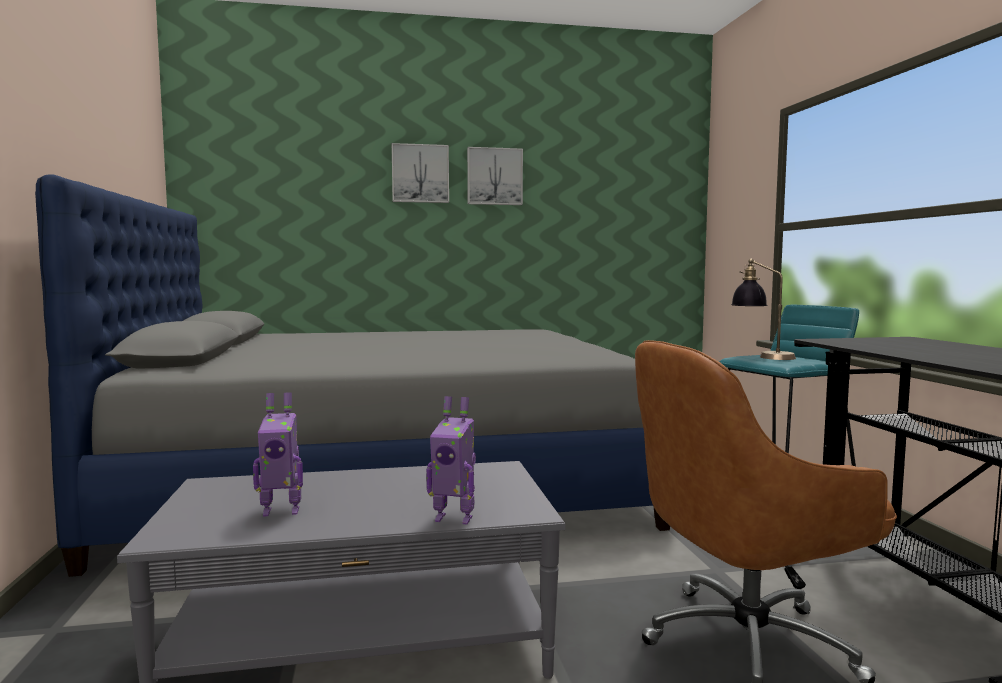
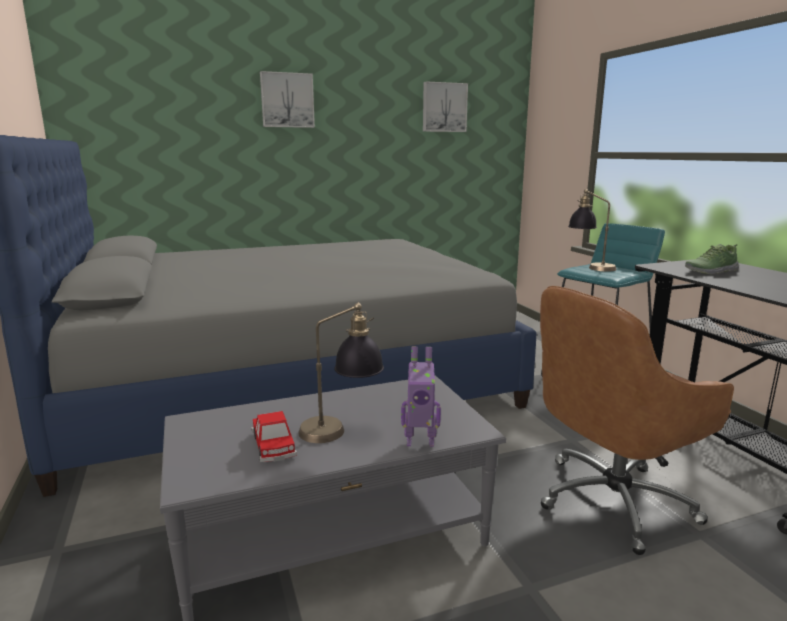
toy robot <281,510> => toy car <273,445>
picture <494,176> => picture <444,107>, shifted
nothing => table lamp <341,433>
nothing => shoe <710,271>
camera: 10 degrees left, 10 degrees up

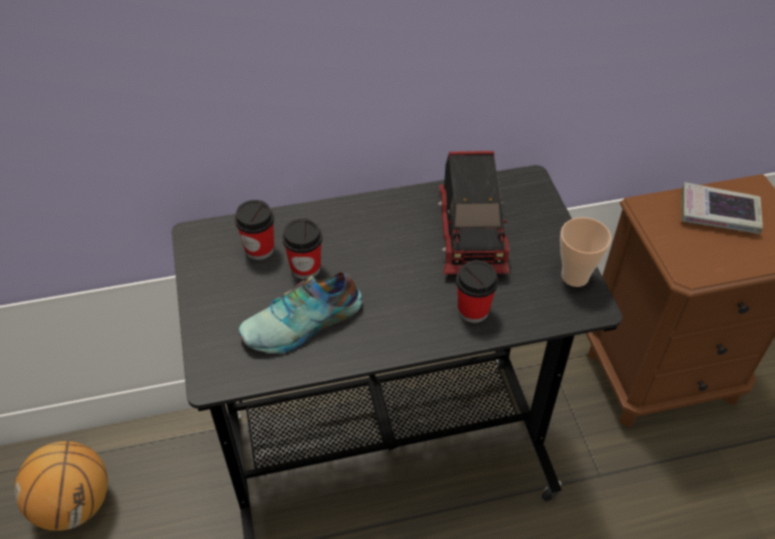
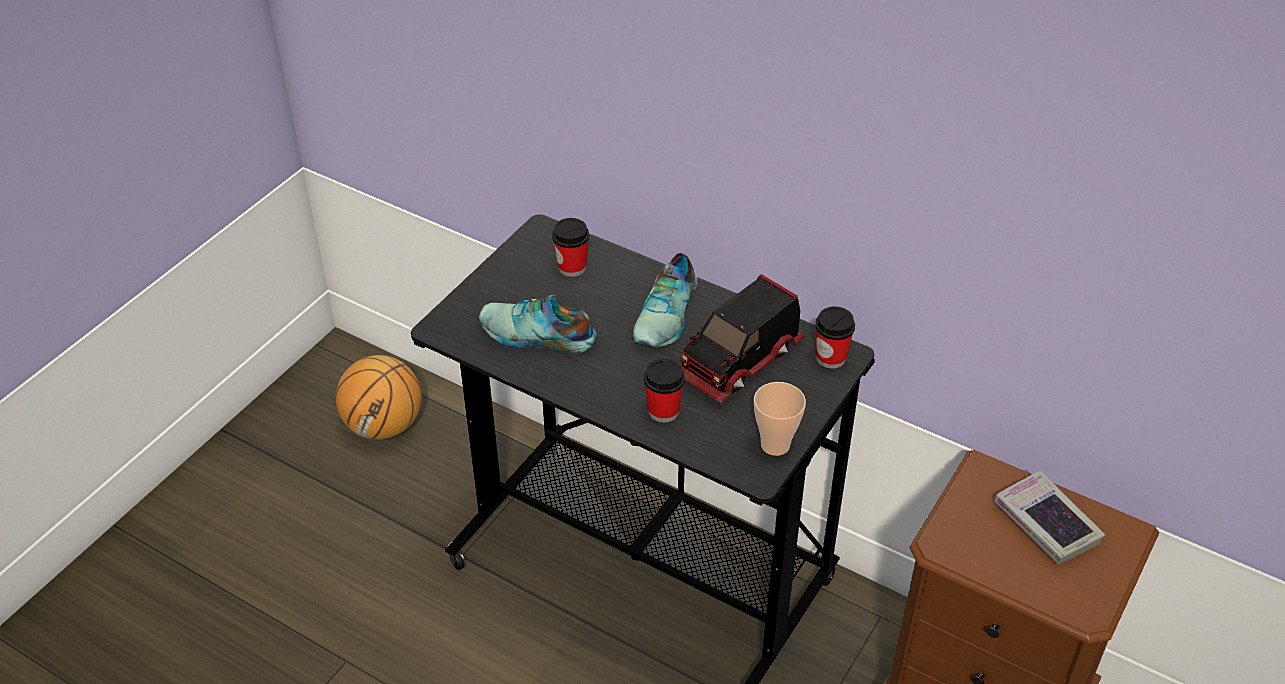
cup <305,268> => cup <830,358>, shifted
nothing => shoe <668,315>
camera: 45 degrees right, 5 degrees down

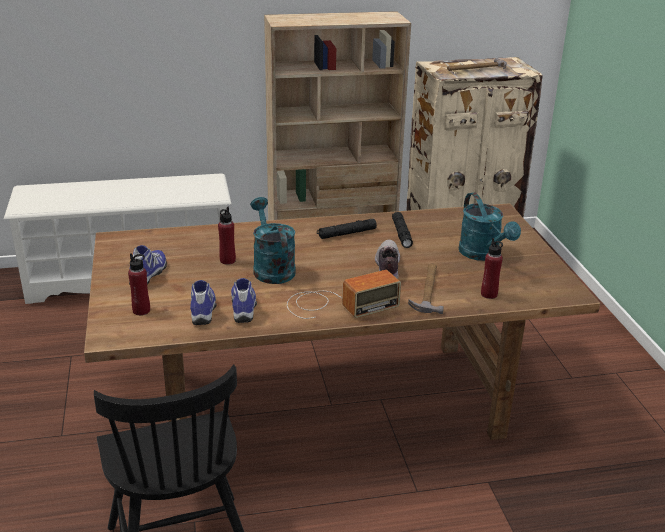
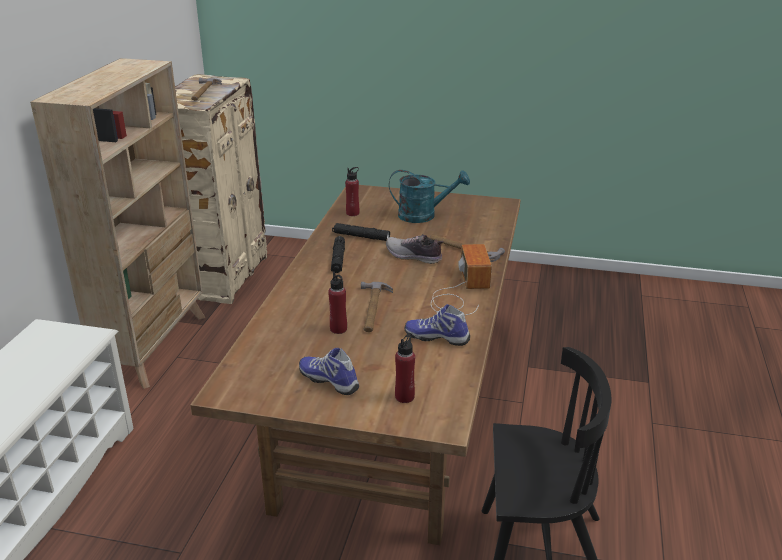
shoe <203,310> => nothing
turquoise watering can <271,268> => hammer <373,309>
red bottle <489,294> => red bottle <352,213>, shifted
camera: 65 degrees left, 0 degrees up

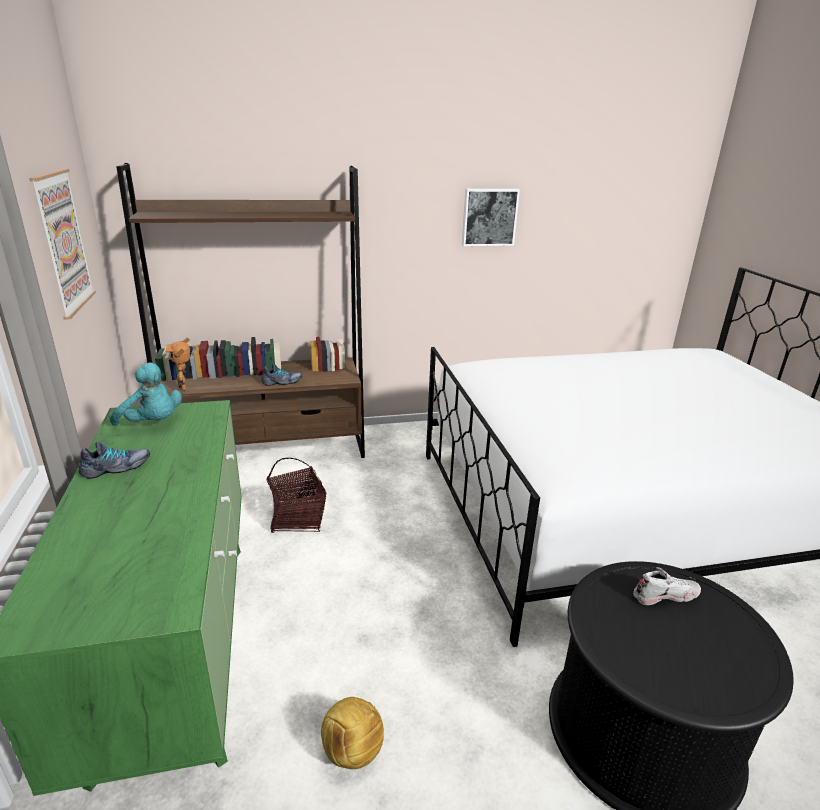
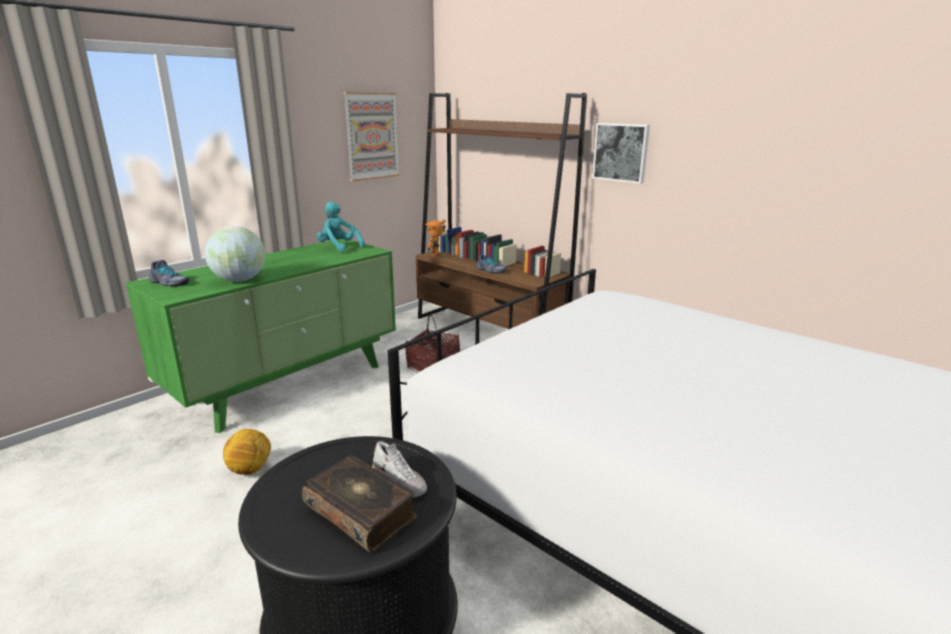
shoe <116,468> => shoe <169,283>, shifted
turquoise plush toy <153,423> => turquoise plush toy <339,247>, 135 degrees clockwise
picture <489,217> => picture <621,152>, shifted
nothing => globe <239,280>
nothing => book <361,511>
camera: 55 degrees right, 5 degrees down

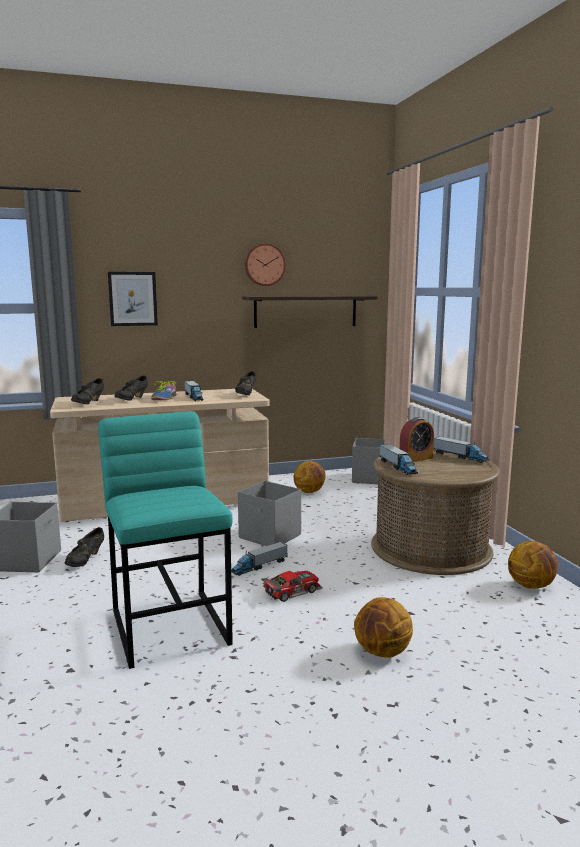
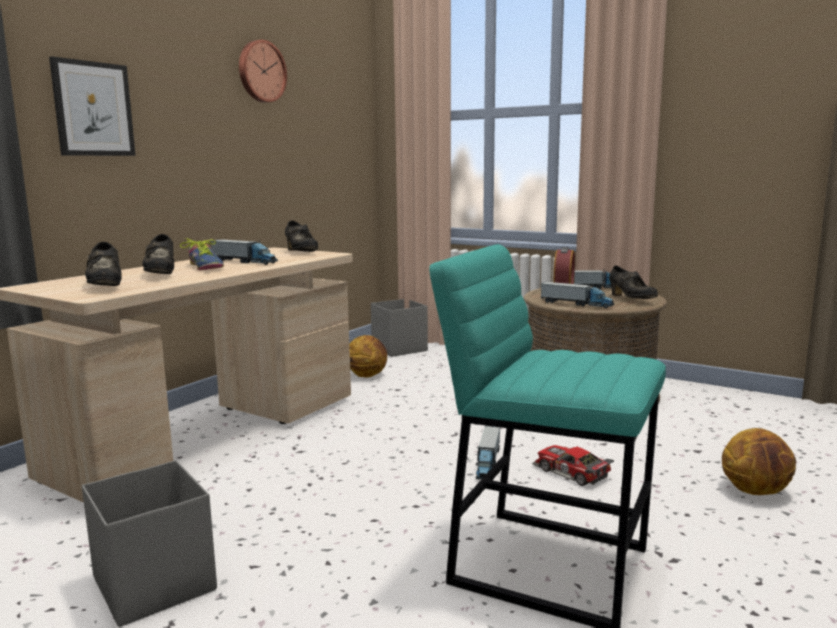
black shoe <85,561> => black shoe <631,299>, shifted
grey storage box <270,536> => nothing
shelf <305,311> => nothing
toy car <291,590> => toy car <570,473>, 60 degrees counterclockwise
basketball <531,585> => nothing
camera: 40 degrees left, 0 degrees up

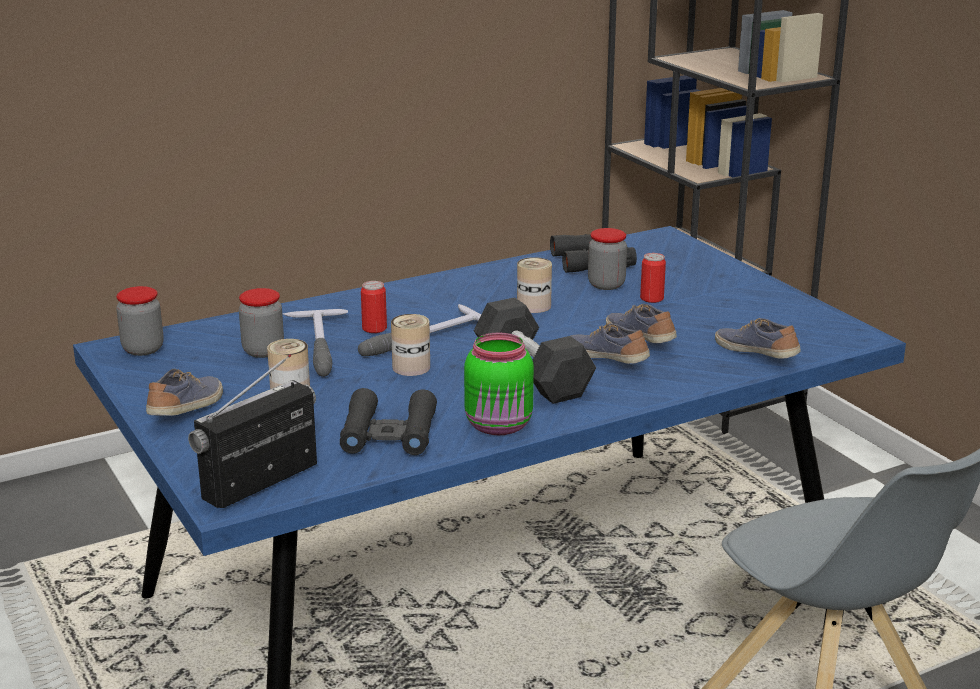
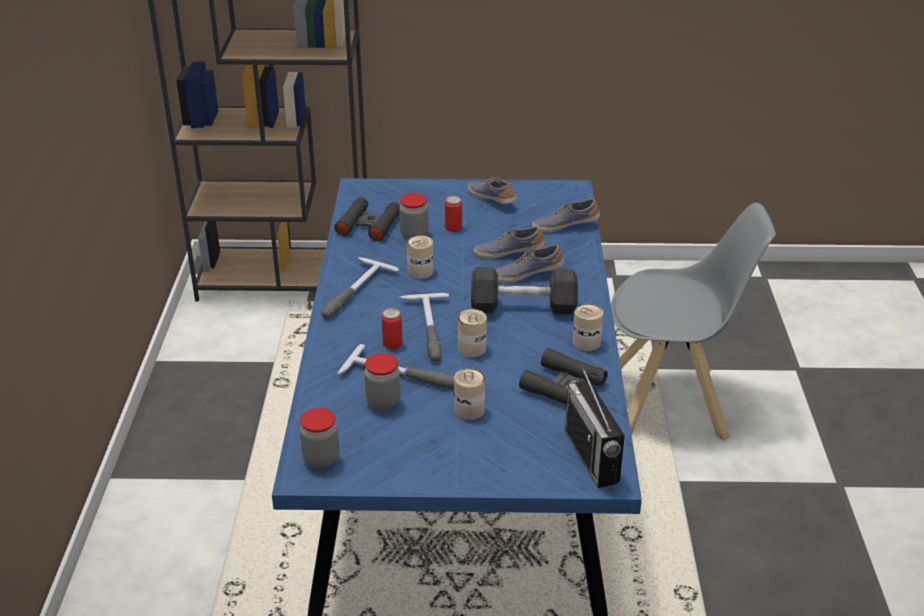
shoe <188,409> => shoe <492,199>, shifted
green jar <500,426> => can <586,342>
nothing => hammer <352,293>
camera: 60 degrees left, 10 degrees up

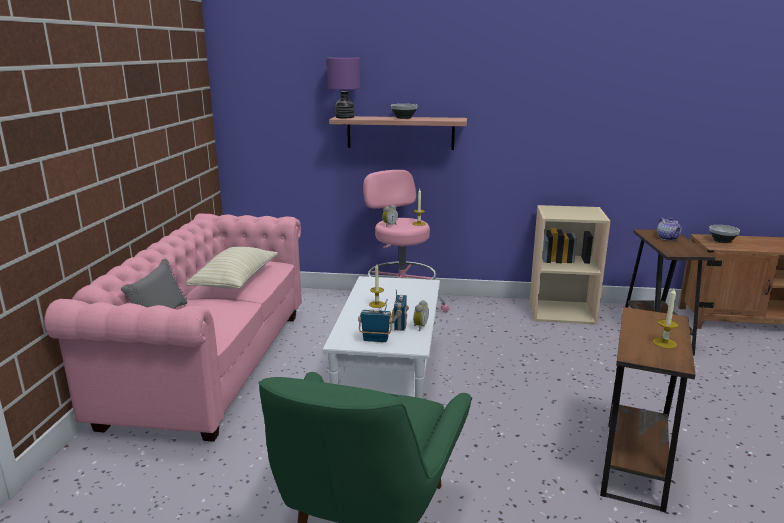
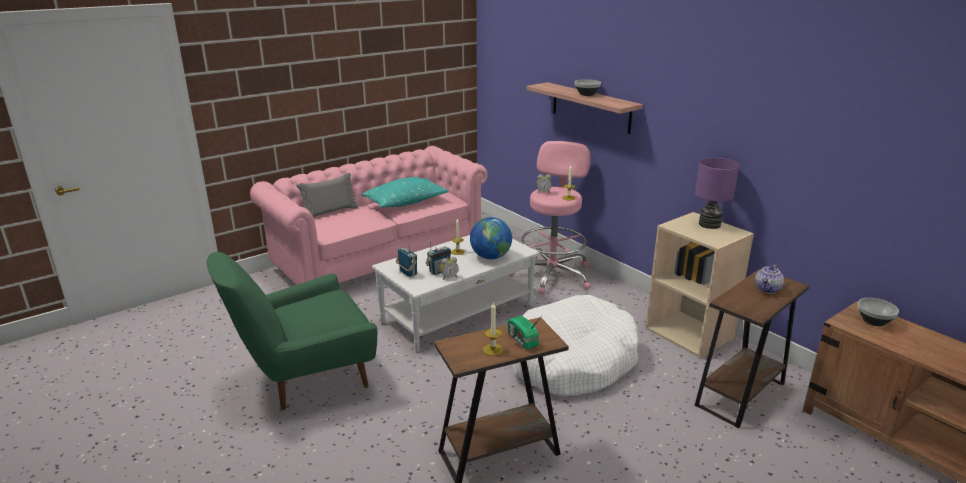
beige pillow <236,281> => turquoise pillow <406,203>
purple table lamp <344,117> => purple table lamp <709,224>, shifted
nothing => globe <490,257>
nothing => radio <522,340>
nothing => white dog bed <572,361>
camera: 45 degrees right, 5 degrees up

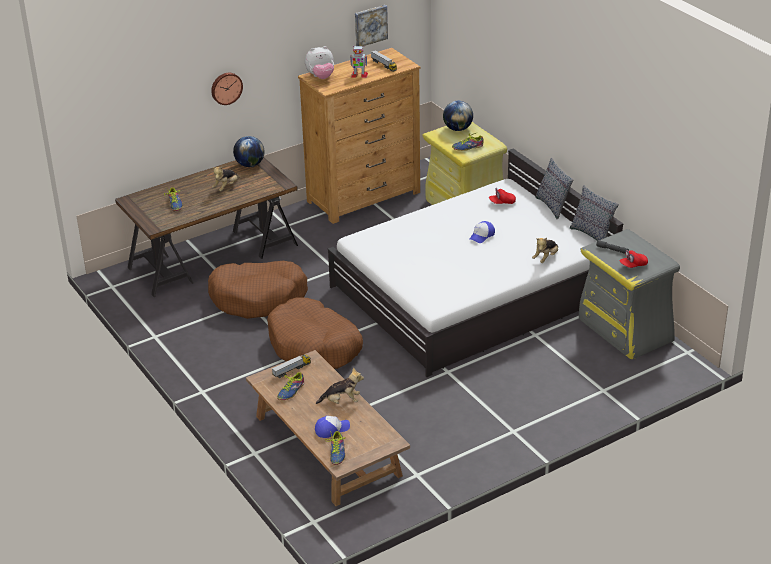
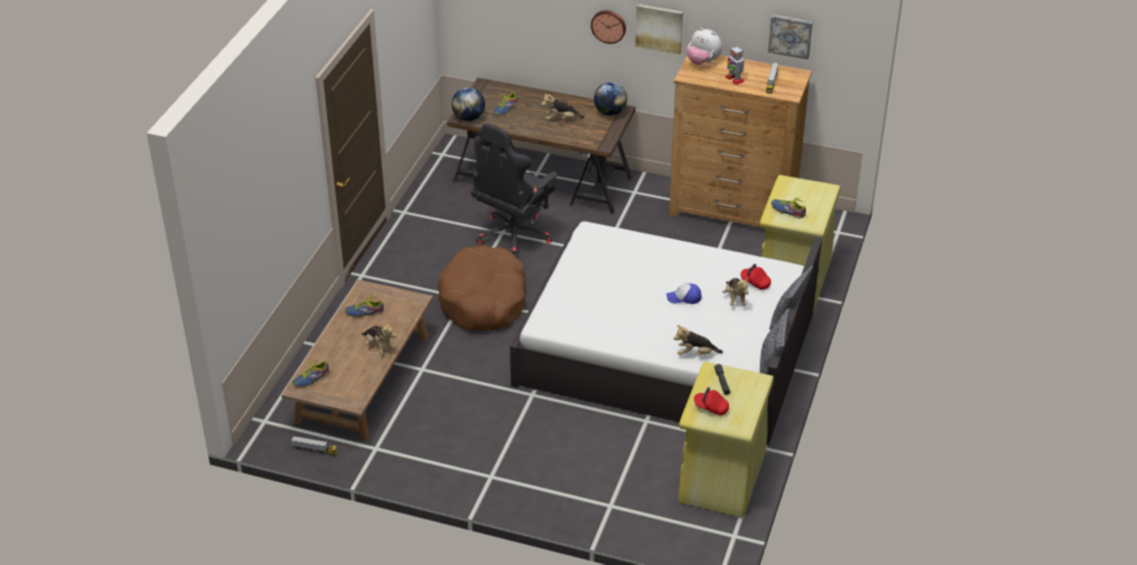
brown dog bed <259,298> => black office chair <514,235>
toy truck <291,370> => toy truck <314,450>, shifted
cap <331,429> => nothing
globe <457,129> => globe <469,118>, shifted
grey nightstand <625,330> => yellow nightstand <721,476>
nothing => picture <659,28>
nothing => plush toy <734,299>
camera: 50 degrees right, 5 degrees up

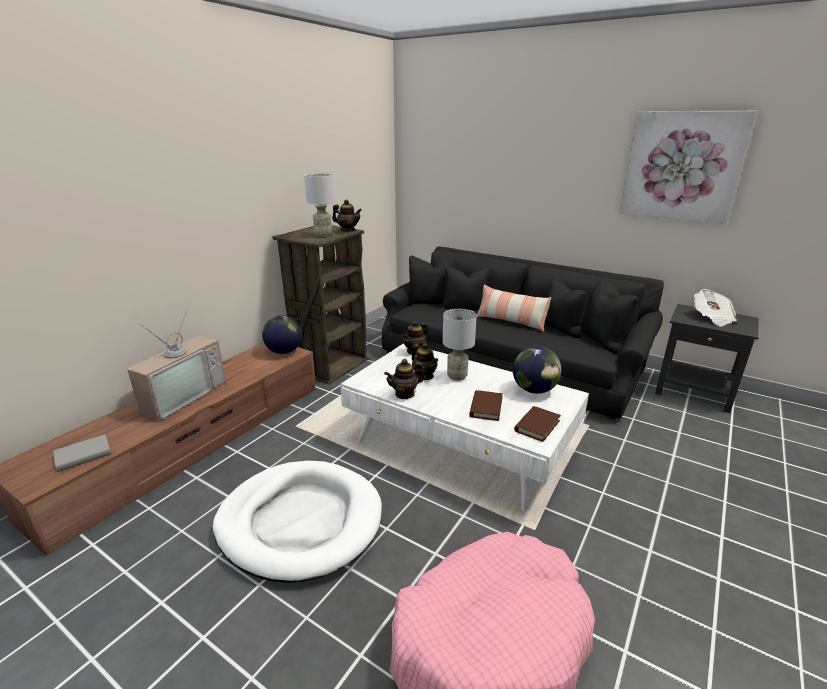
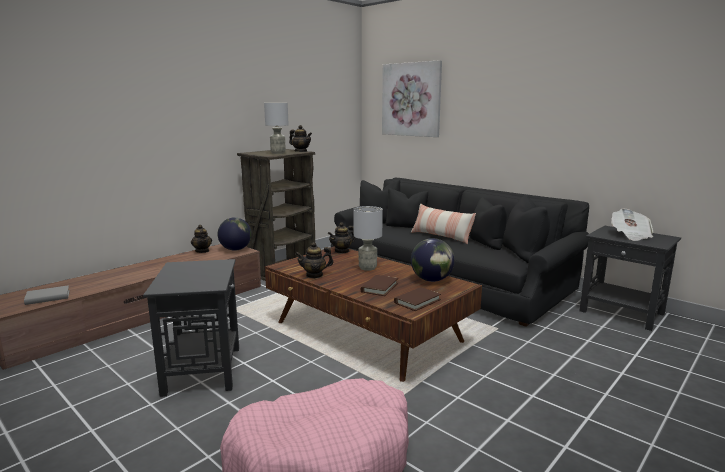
television <182,395> => nothing
white dog bed <300,522> => black side table <203,369>
white coffee table <459,445> => brown coffee table <366,332>
teapot <424,376> => teapot <202,251>, shifted
picture <682,166> => picture <411,99>, shifted
camera: 10 degrees right, 10 degrees down

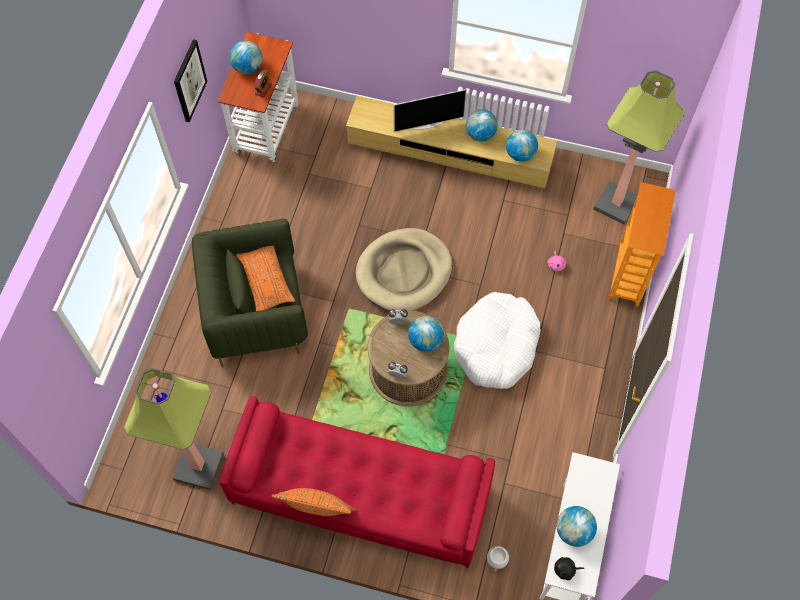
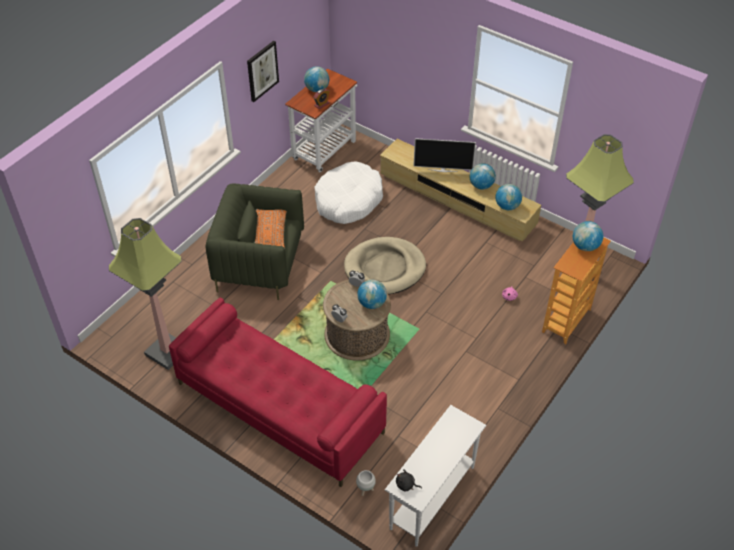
orange pillow <315,507> => nothing
white dog bed <496,346> => white dog bed <348,200>, shifted
globe <573,531> => globe <585,246>, shifted
camera: 20 degrees right, 15 degrees down

